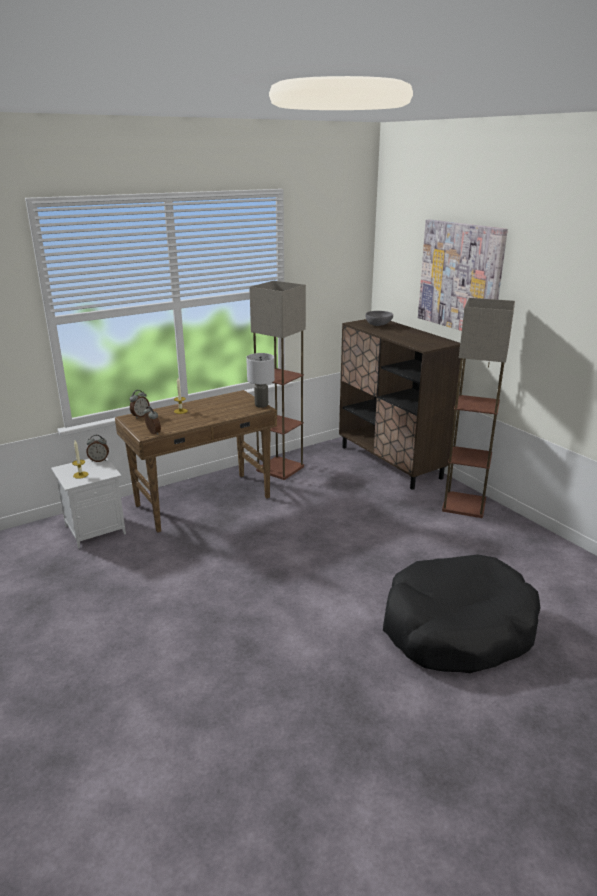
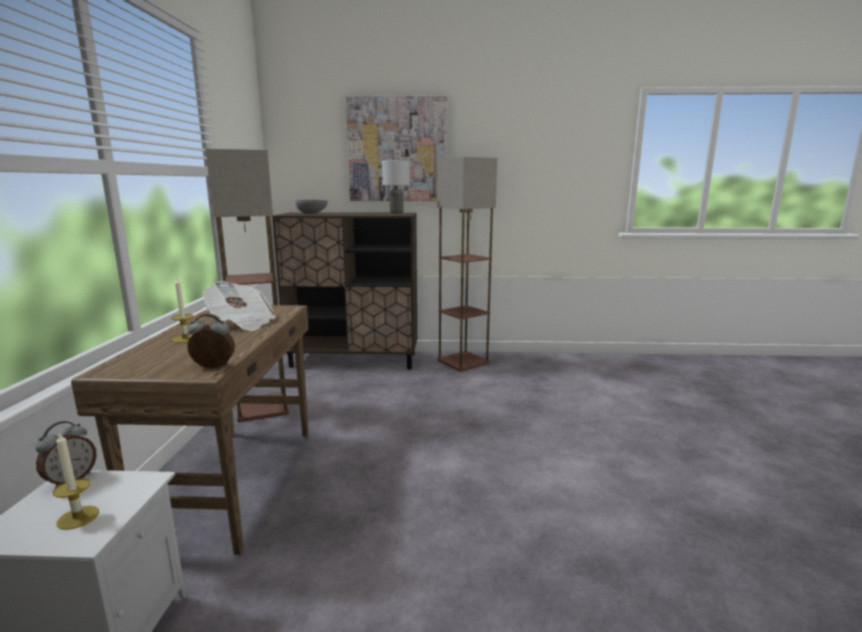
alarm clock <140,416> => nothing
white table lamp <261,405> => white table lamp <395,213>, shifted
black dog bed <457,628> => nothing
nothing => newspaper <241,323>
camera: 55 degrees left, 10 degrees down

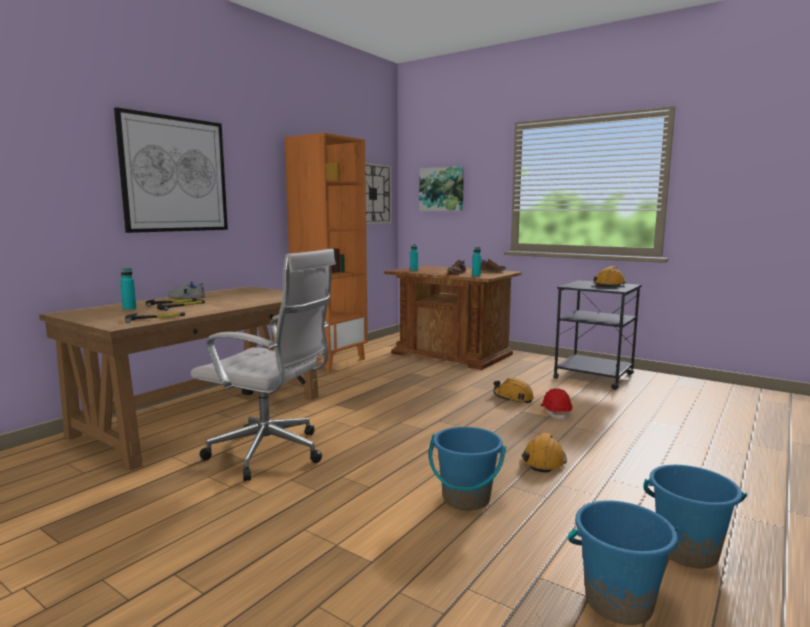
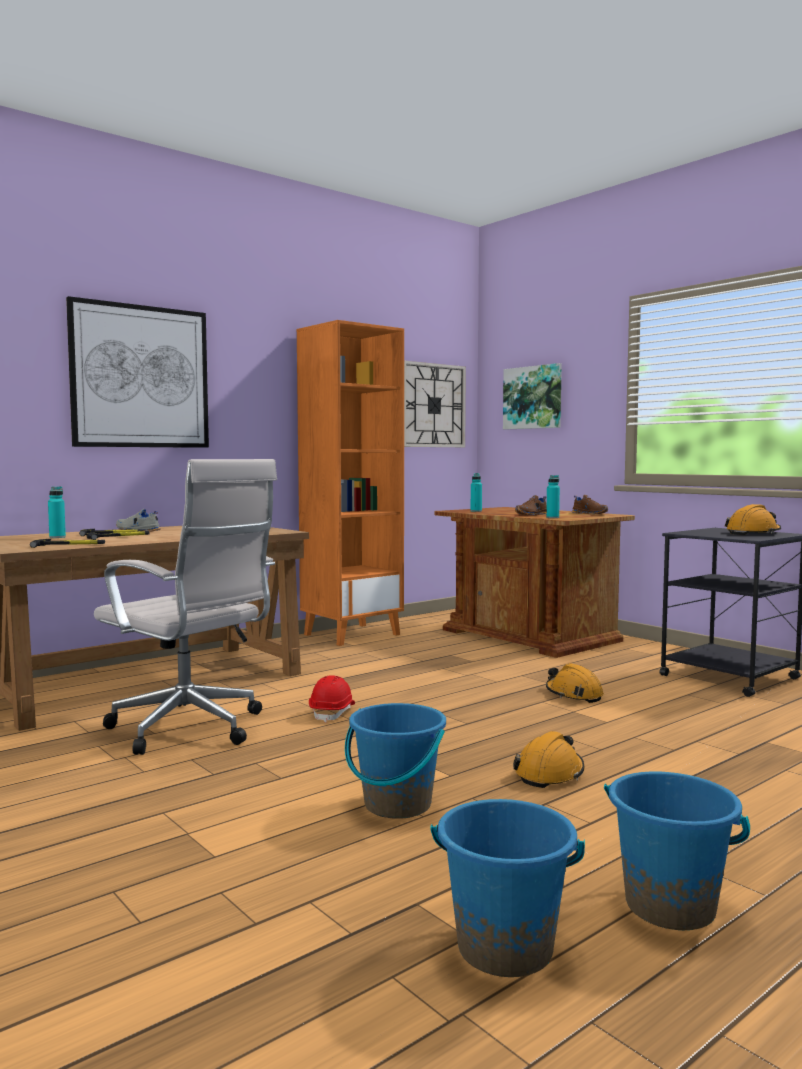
red hard hat <556,413> => red hard hat <332,713>, shifted
camera: 15 degrees right, 5 degrees down

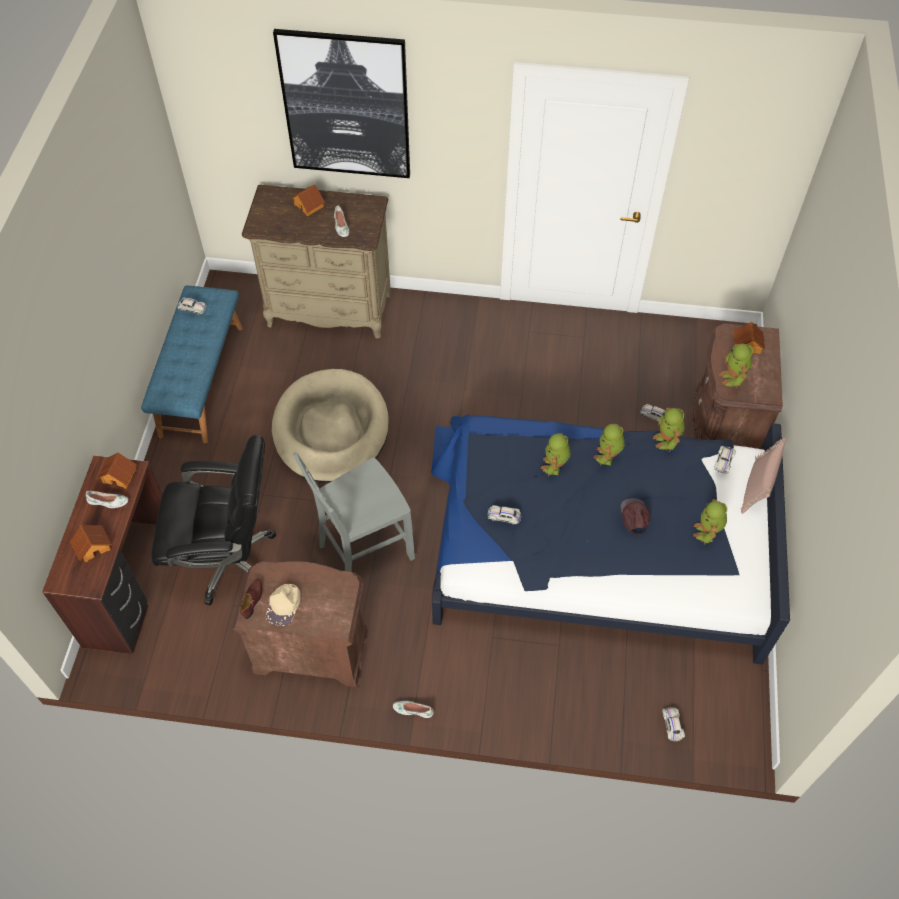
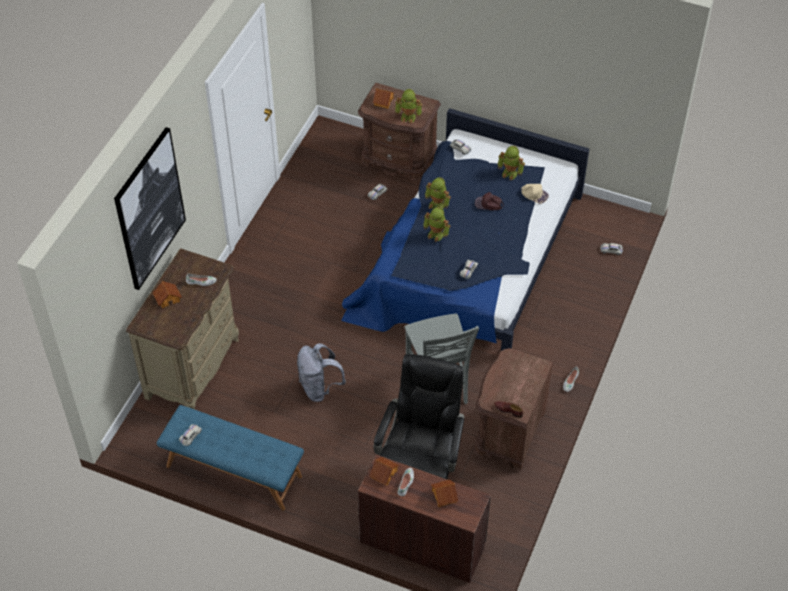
beige cap <284,605> => beige cap <534,194>, shifted
beige dog bed <331,429> => grey backpack <319,388>
toy robot <667,440> => nothing
beige pillow <757,487> => nothing
camera: 75 degrees left, 5 degrees down

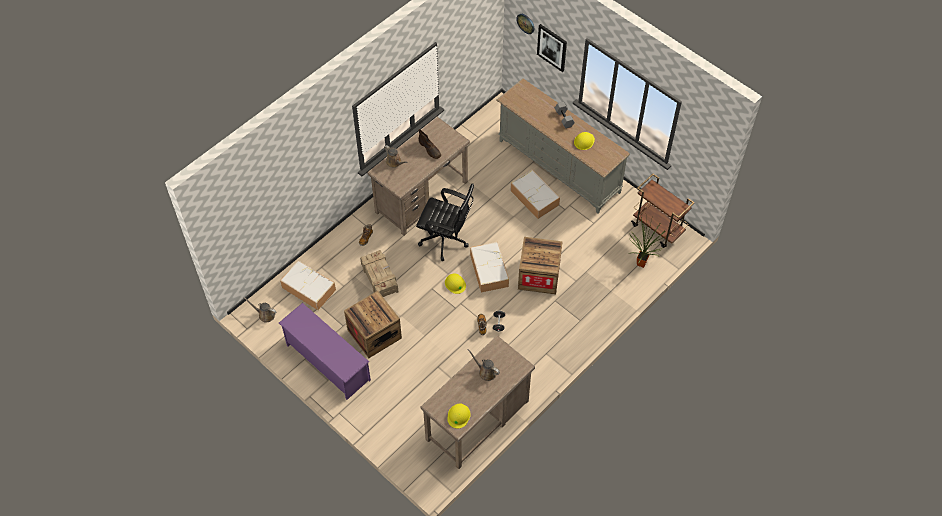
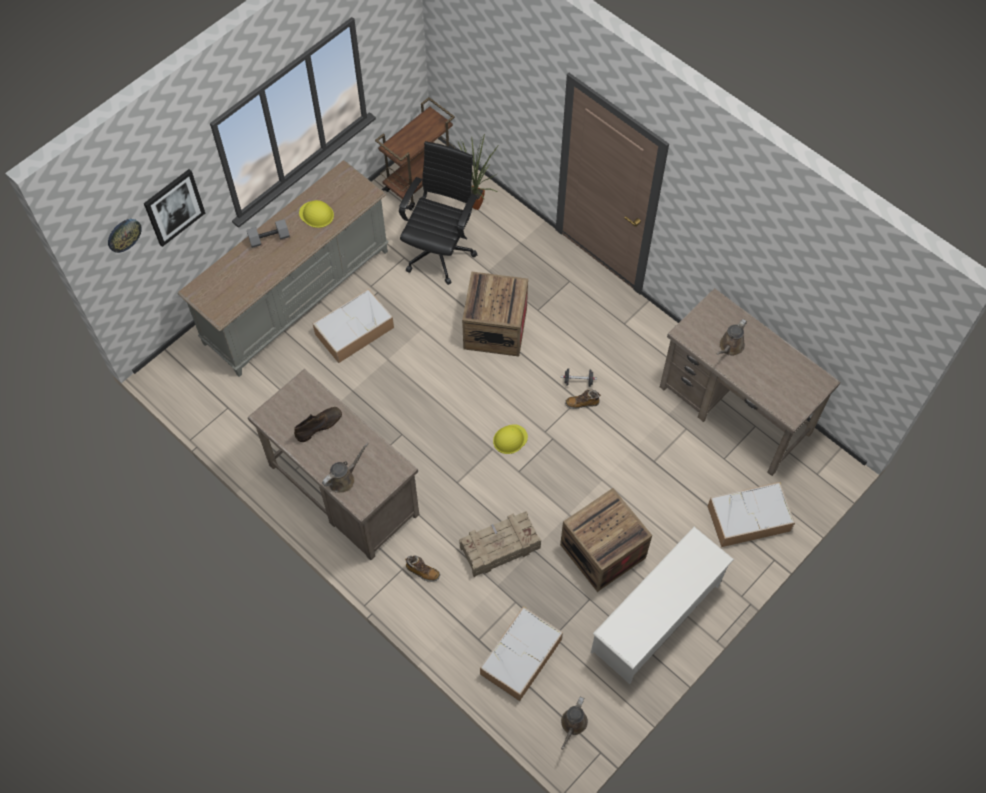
purple shoe rack <327,362> => white shoe rack <656,618>
black office chair <446,240> => black office chair <440,251>, shifted
yellow hard hat <458,415> => nothing
storage box <488,270> => storage box <747,519>, shifted
camera: 90 degrees left, 5 degrees up

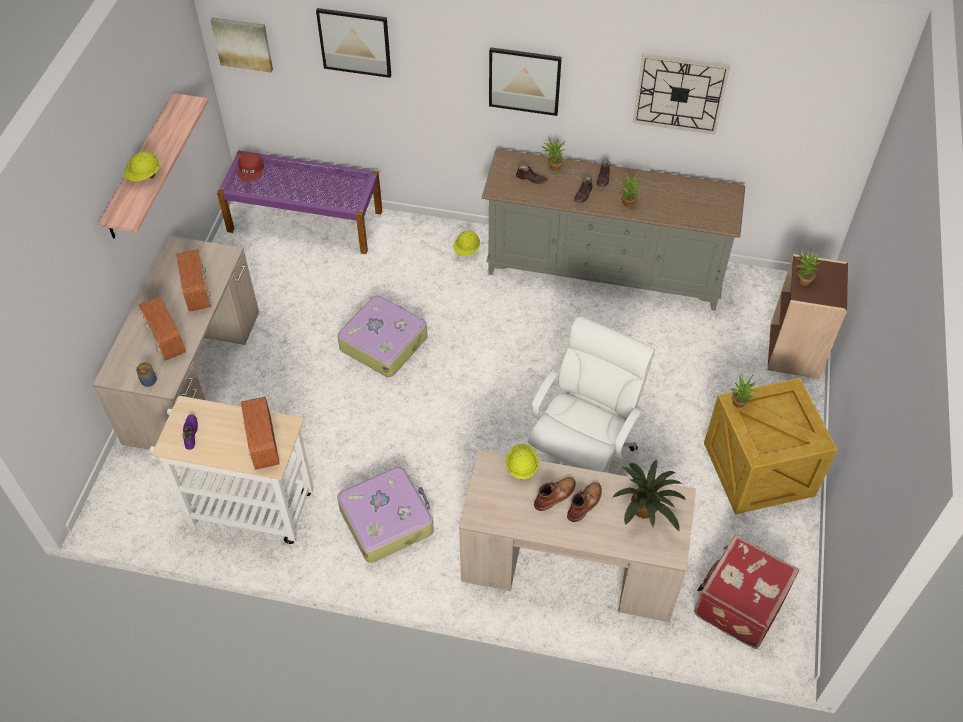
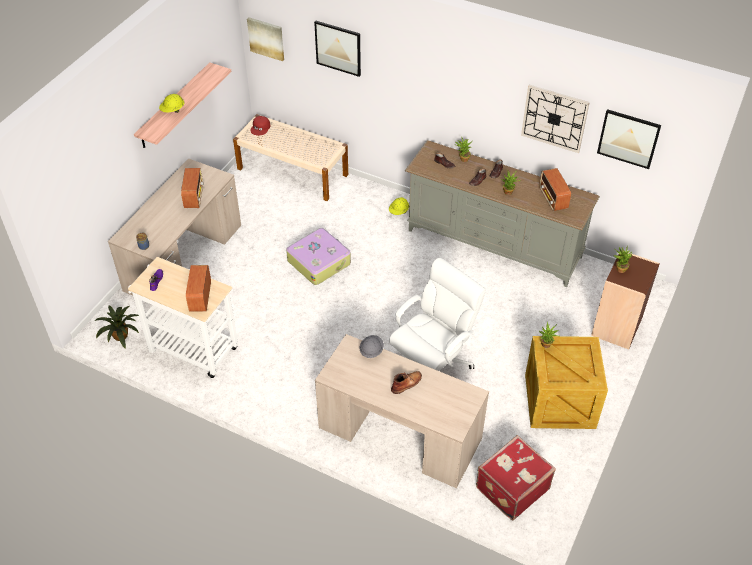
radio <166,340> => radio <553,199>, shifted
purple bench <305,220> => beige bench <293,171>
suitcase <387,519> => nothing
picture <524,81> => picture <628,138>, shifted
yellow hard hat <521,467> => grey hard hat <371,351>
brown boot <555,495> => nothing
potted plant <645,510> => potted plant <121,336>, shifted
camera: 15 degrees right, 5 degrees down

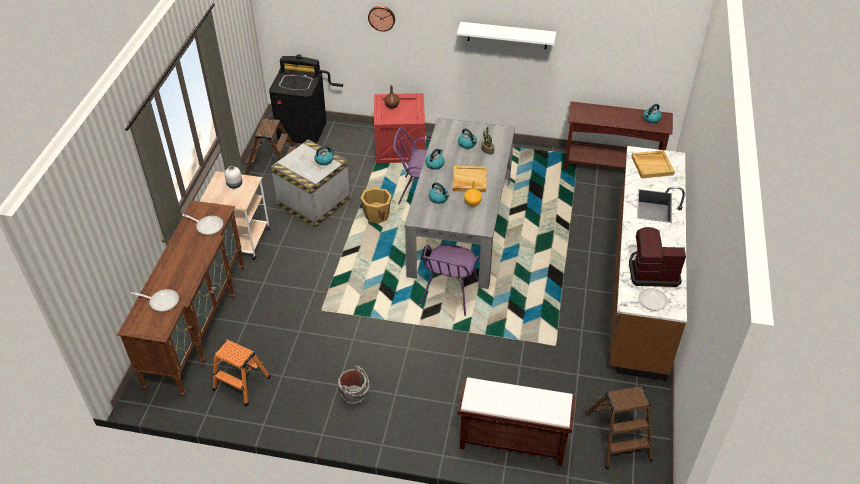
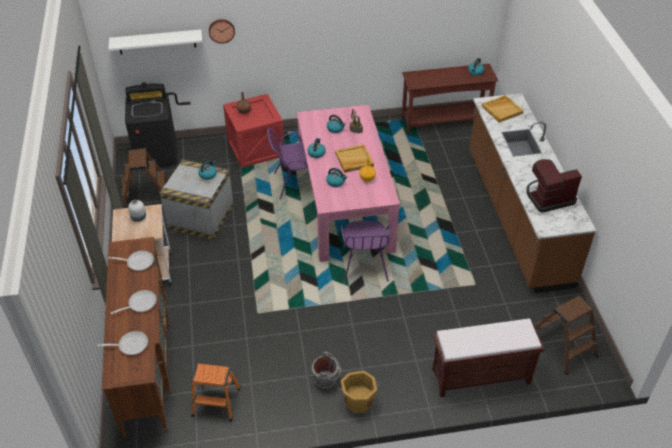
orange bucket <377,215> => orange bucket <358,401>, shifted
grey dining table <461,226> => pink dining table <344,204>
white shelf <507,35> => white shelf <157,42>, shifted
frying pan <649,301> => frying pan <140,304>, shifted
camera: 20 degrees left, 0 degrees up

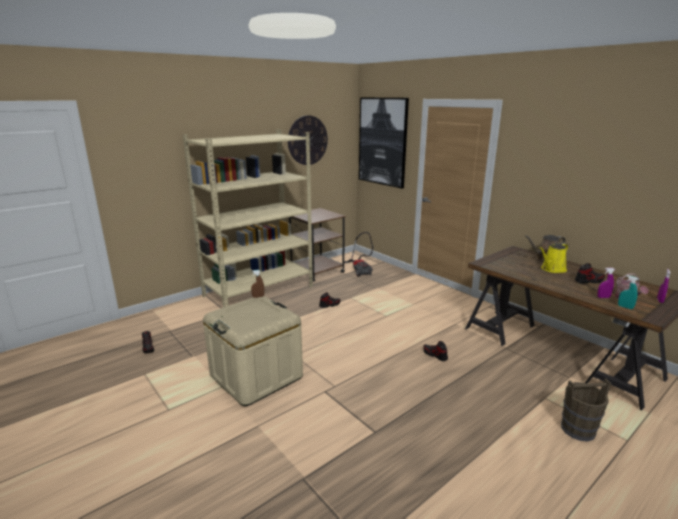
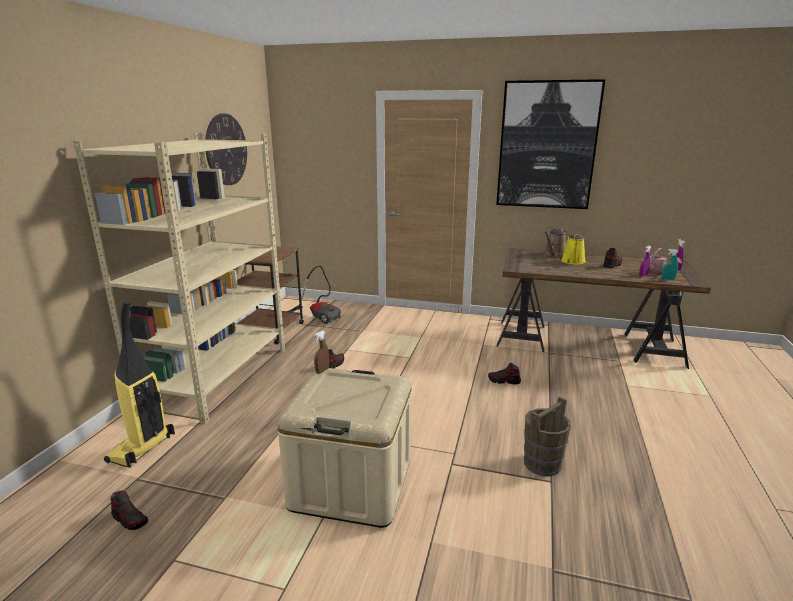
picture <382,142> => picture <547,146>, shifted
brown bucket <578,429> => brown bucket <542,463>, shifted
nothing => vacuum cleaner <142,449>
camera: 35 degrees left, 0 degrees up

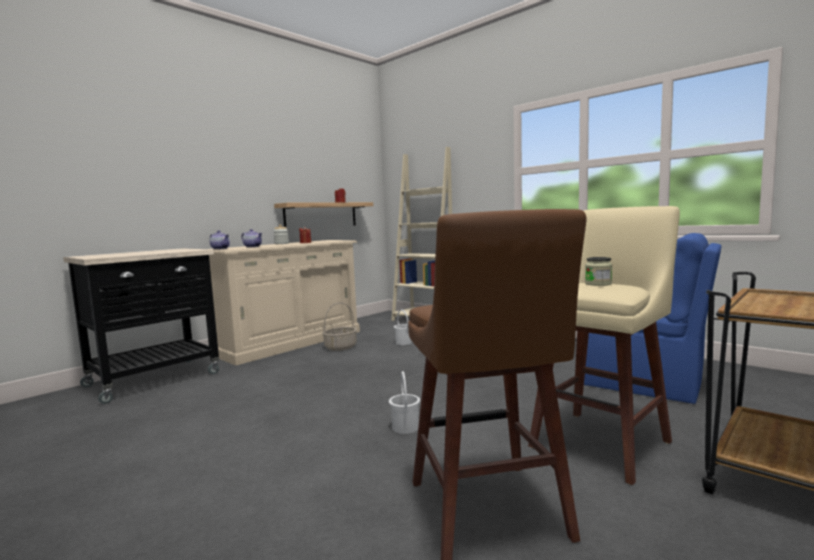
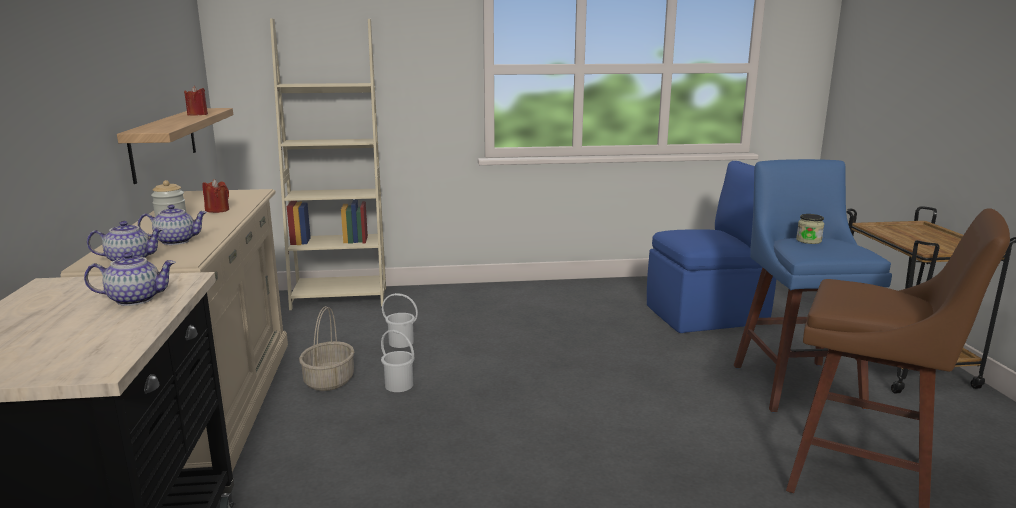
white bucket <406,427> => white bucket <399,385>, shifted
beige stool <602,443> => blue stool <796,385>
nothing => teapot <136,299>
camera: 50 degrees left, 10 degrees up

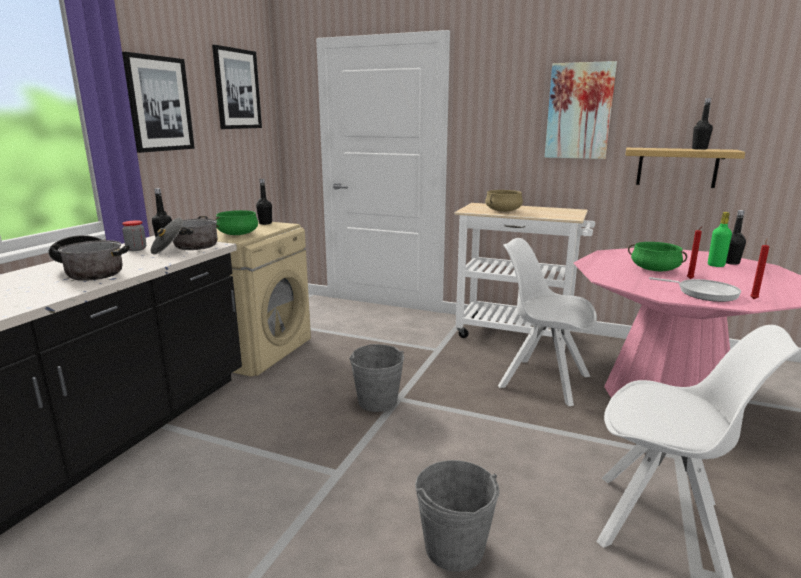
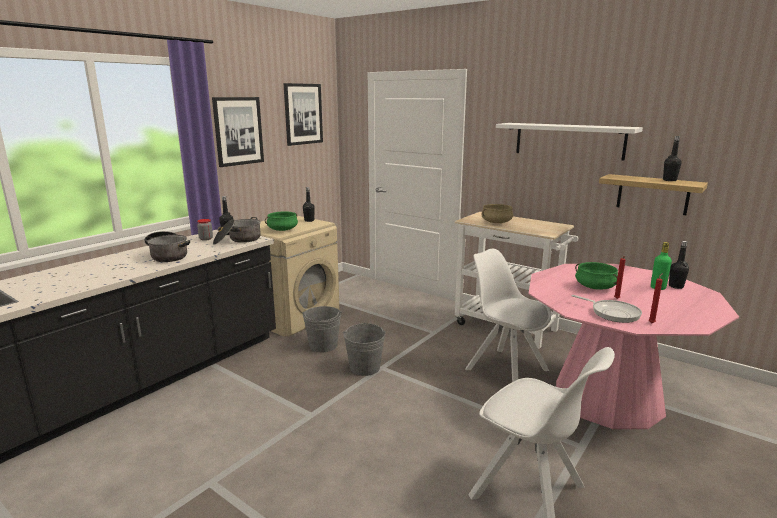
grey bucket <454,548> => grey bucket <323,345>, shifted
picture <579,111> => white shelf <569,140>
camera: 15 degrees right, 0 degrees up

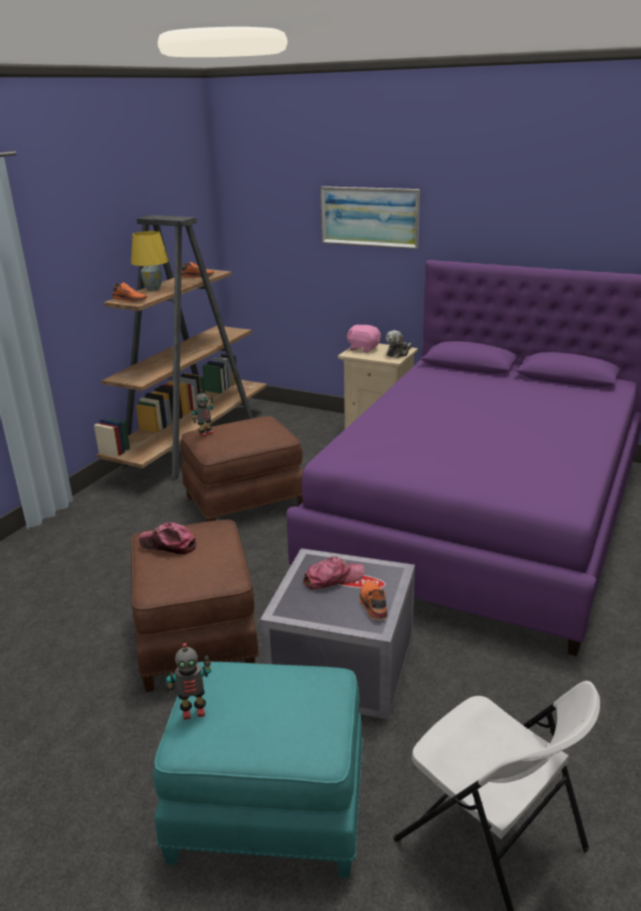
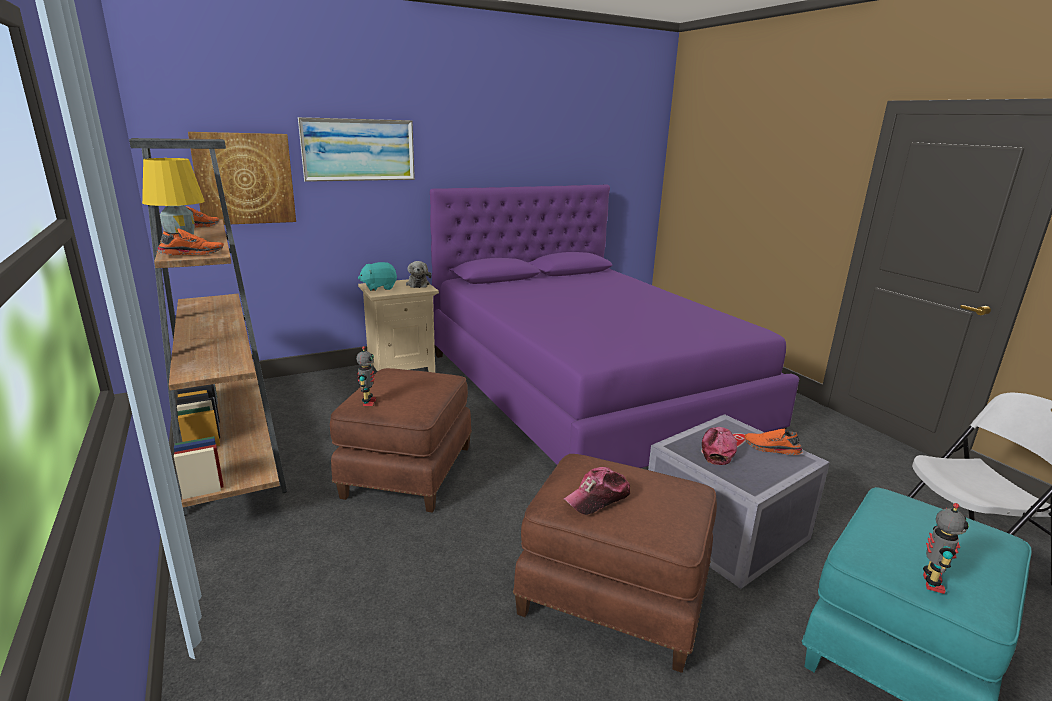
pink plush toy <363,348> => turquoise plush toy <379,287>
nothing => picture <244,179>
camera: 55 degrees left, 5 degrees down

